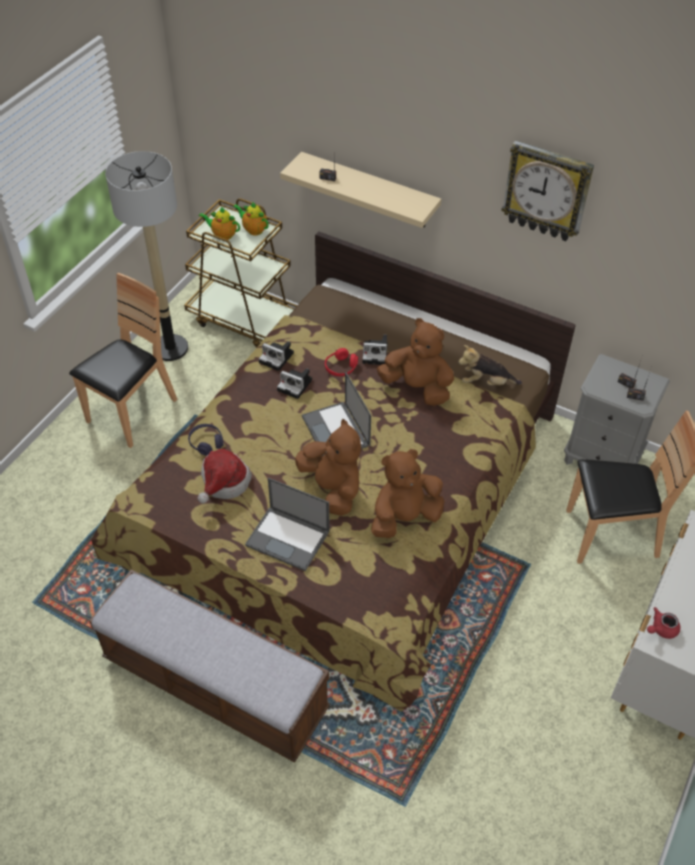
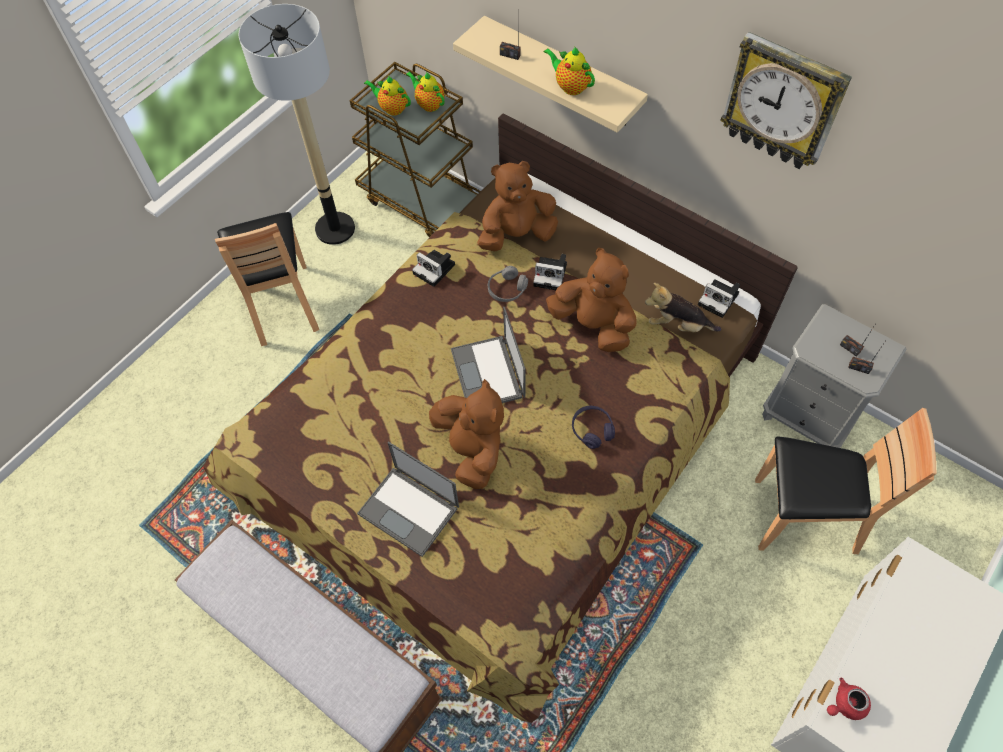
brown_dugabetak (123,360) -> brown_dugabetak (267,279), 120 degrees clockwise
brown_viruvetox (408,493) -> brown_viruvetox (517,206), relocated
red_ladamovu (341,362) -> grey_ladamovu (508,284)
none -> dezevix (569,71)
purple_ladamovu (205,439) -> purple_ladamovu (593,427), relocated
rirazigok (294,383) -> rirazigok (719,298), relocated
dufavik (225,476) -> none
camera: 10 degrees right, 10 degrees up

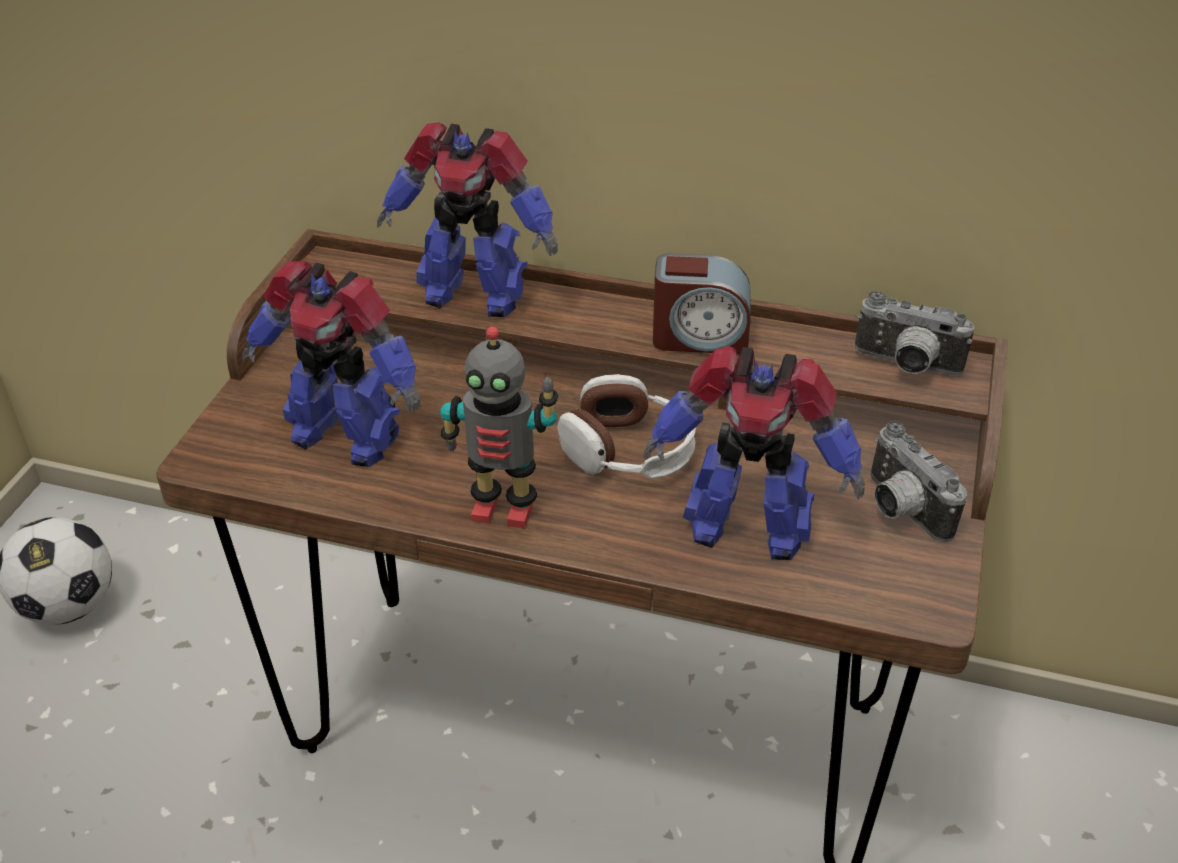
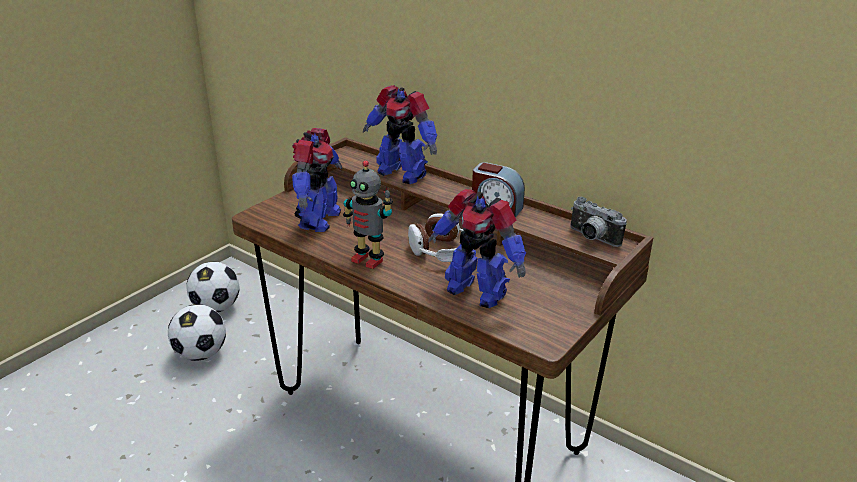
none -> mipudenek (197,332)
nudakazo (331,363) -> nudakazo (317,180), 120 degrees counterclockwise
rirazigok (918,482) -> none
camera: 20 degrees right, 10 degrees down

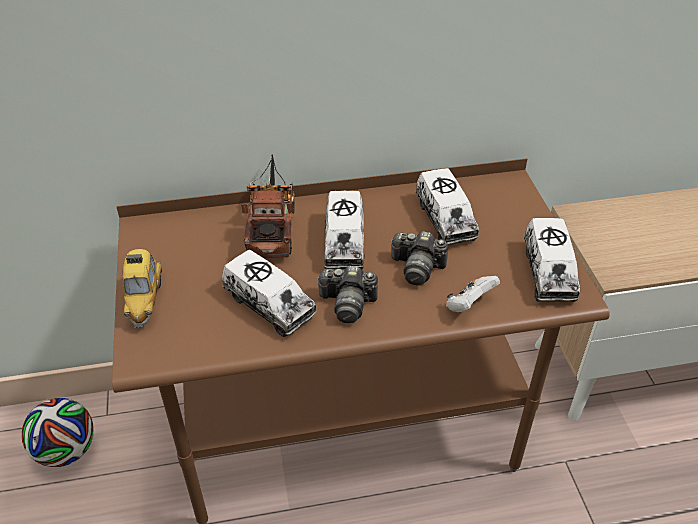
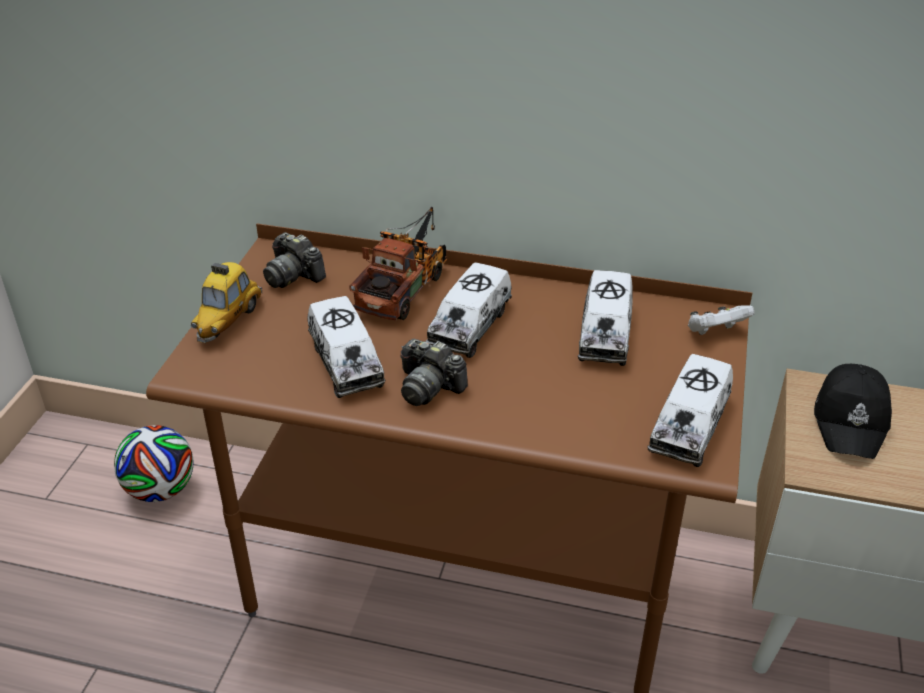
rirazigok (419,258) -> rirazigok (294,260), relocated
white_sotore (473,294) -> white_sotore (721,320), relocated
none -> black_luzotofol (853,411)
camera: 25 degrees right, 5 degrees down

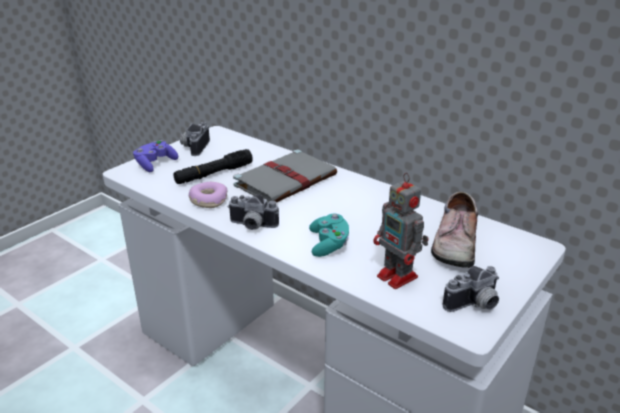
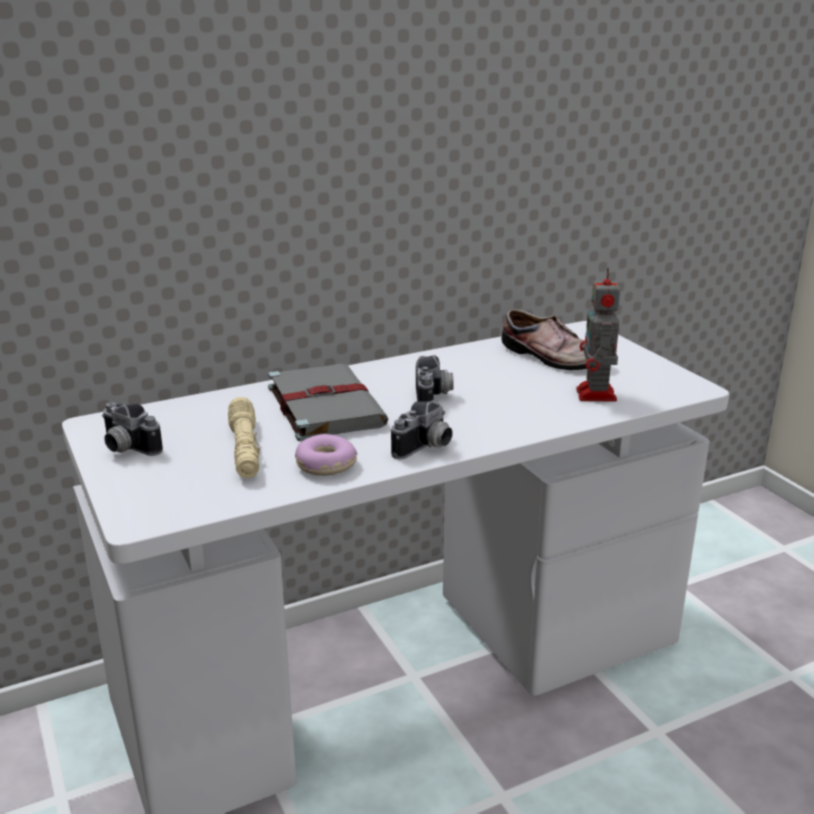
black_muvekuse (213,166) -> beige_muvekuse (244,437)
rirazigok (471,289) -> rirazigok (435,378), relocated
nudakazo (401,231) -> nudakazo (598,334), 105 degrees clockwise
purple_sotore (155,156) -> none
turquoise_sotore (329,235) -> none
camera: 65 degrees left, 5 degrees down

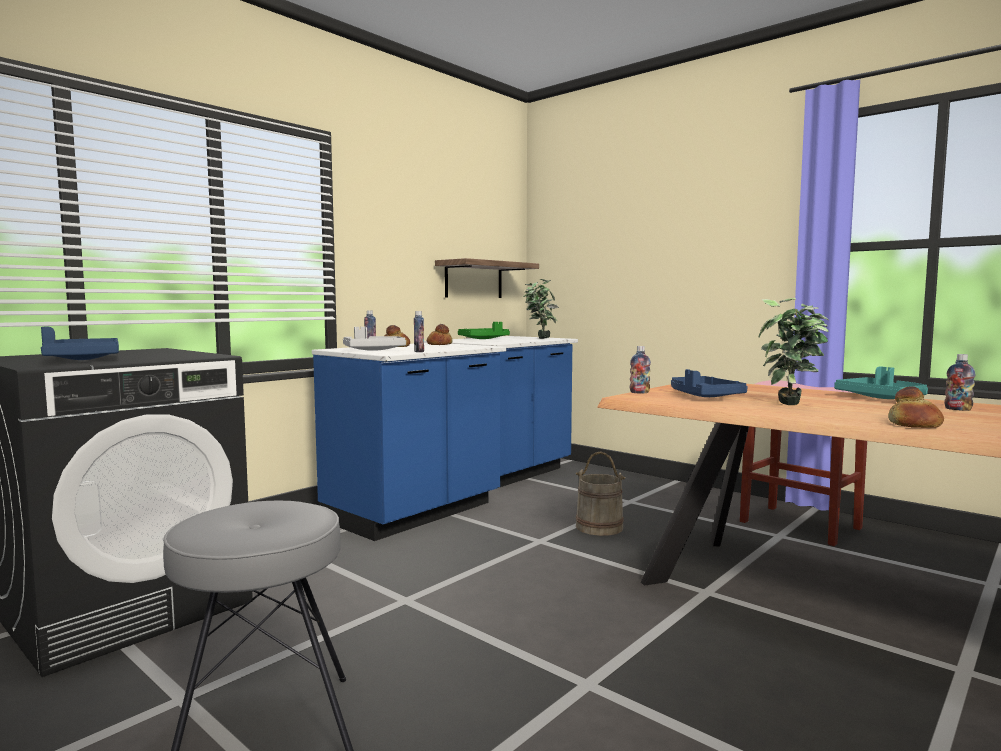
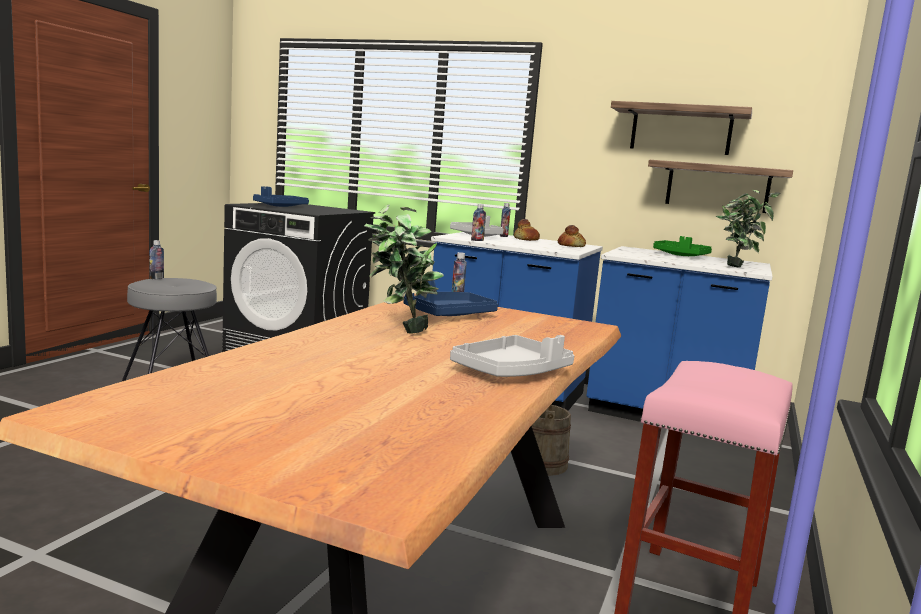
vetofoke (959,382) -> vetofoke (157,259), relocated
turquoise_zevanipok (881,383) -> grey_zevanipok (512,356)
none -> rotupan (681,128)
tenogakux (916,407) -> none
camera: 70 degrees right, 5 degrees up

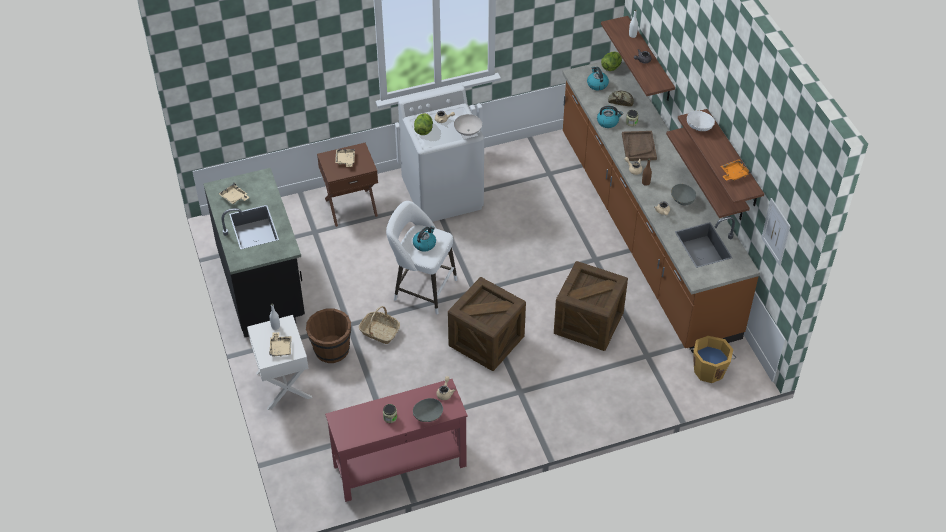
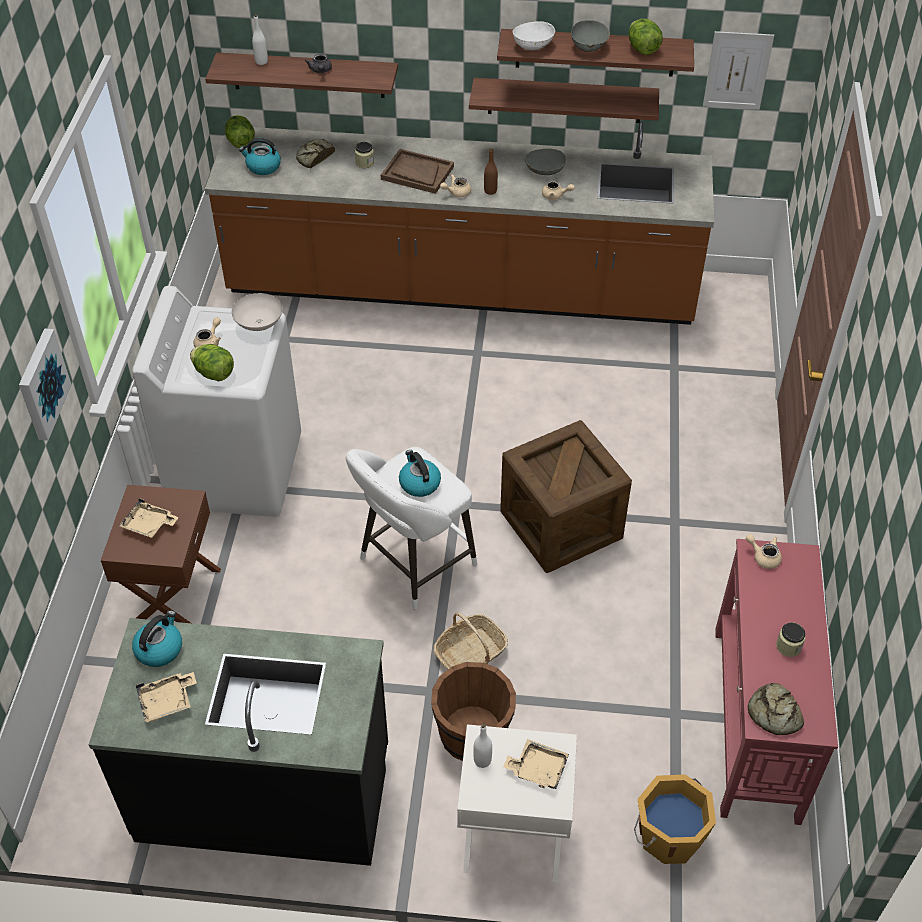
none -> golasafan (45,384)
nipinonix (610,117) -> nipinonix (157,639), relocated
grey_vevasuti (428,410) -> grey_vevasuti (590,36), relocated
orange_zevanipok (736,170) -> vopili (646,37)
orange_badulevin (712,359) -> orange_badulevin (675,819), relocated
none -> tenogakux (776,709)
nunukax (591,306) -> none
camera: 65 degrees left, 0 degrees up

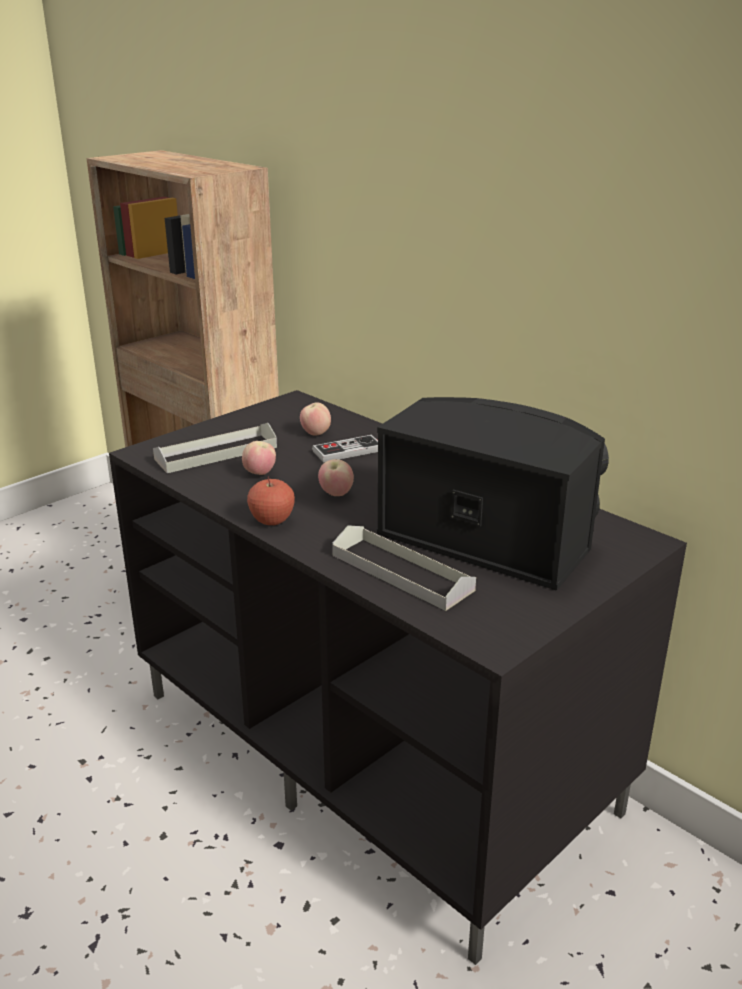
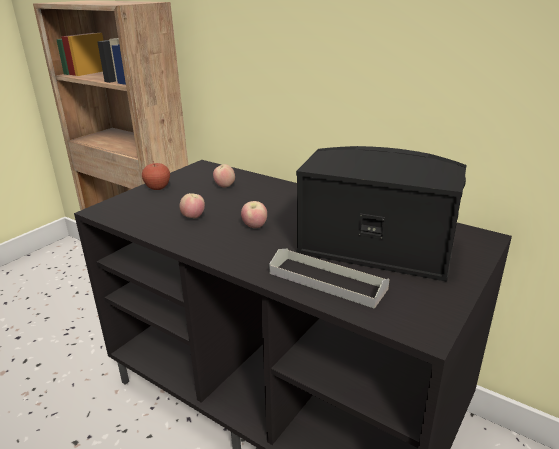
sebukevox (271,501) -> sebukevox (156,176), relocated
grey_zevanipok (215,448) -> none
sotore (345,448) -> none
camera: 10 degrees left, 0 degrees up

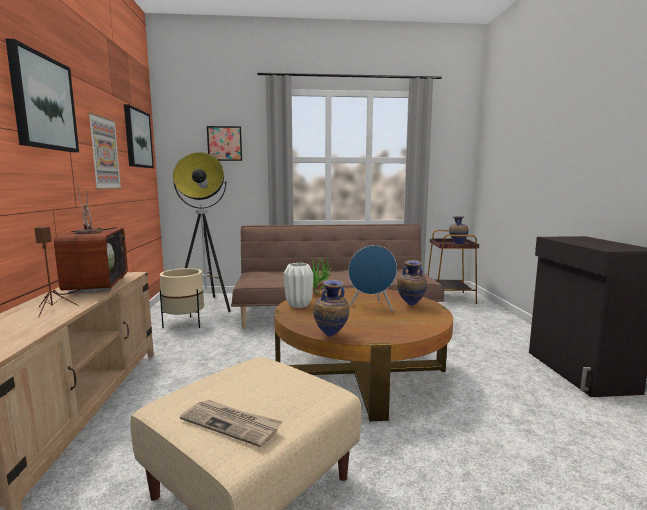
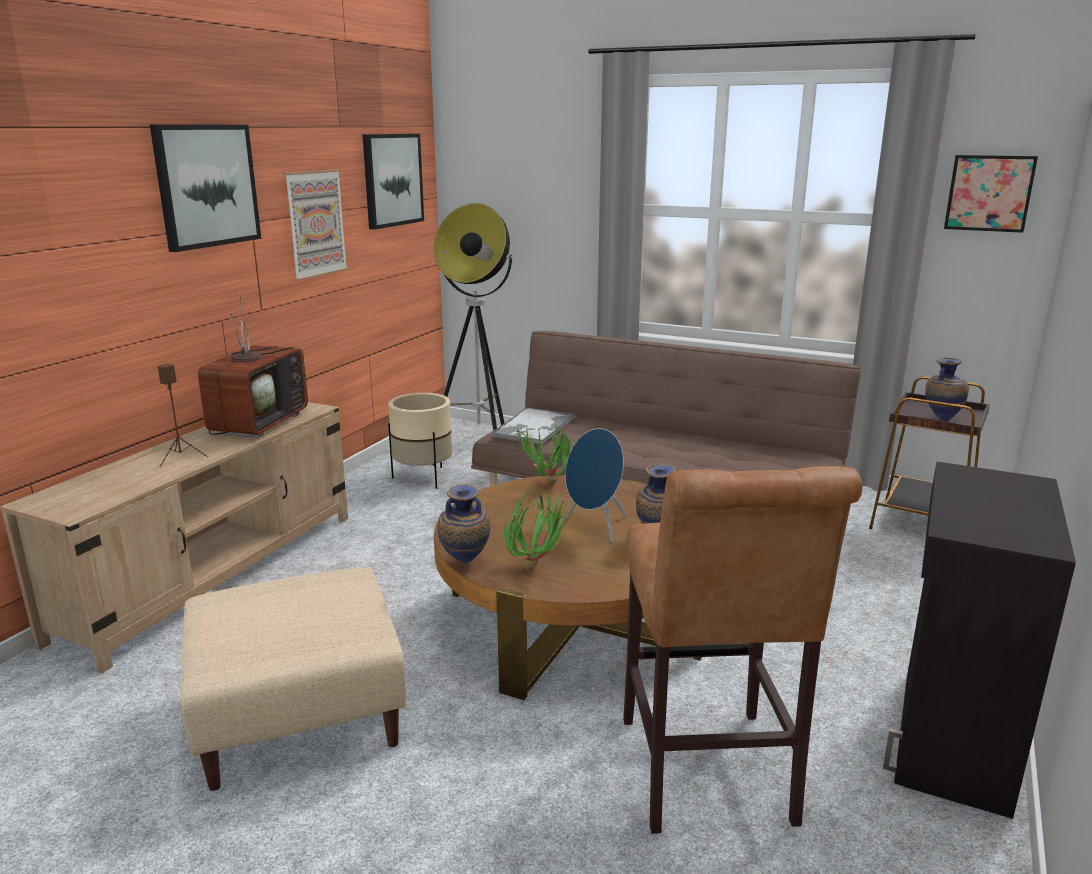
none -> zevanipok (533,426)
none -> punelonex (536,529)
none -> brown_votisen (743,650)
golasafan (224,143) -> golasafan (991,194), relocated
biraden (231,423) -> none
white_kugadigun (298,285) -> none
camera: 30 degrees right, 10 degrees up

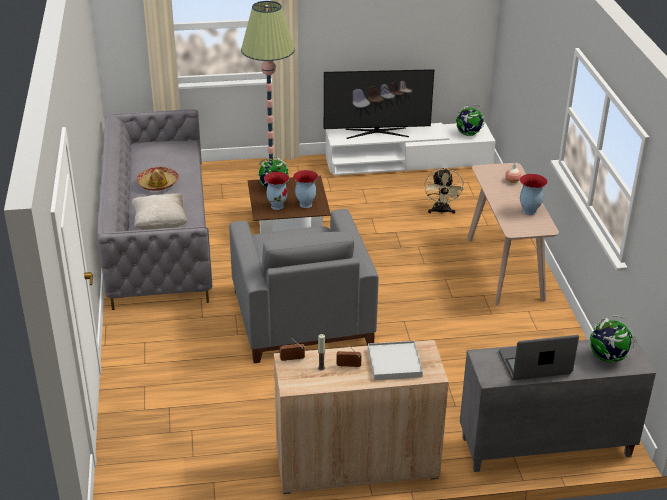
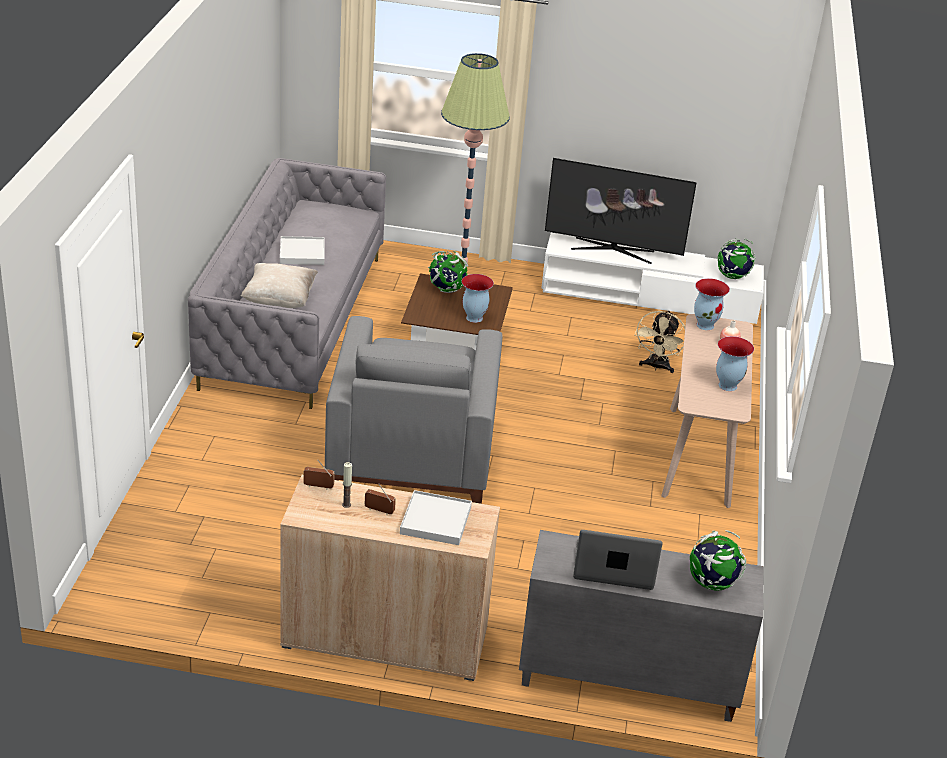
dufavik (158,179) -> white_zevanipok (302,250)
kugadigun (276,191) -> kugadigun (712,304), relocated
camera: 15 degrees right, 0 degrees up

